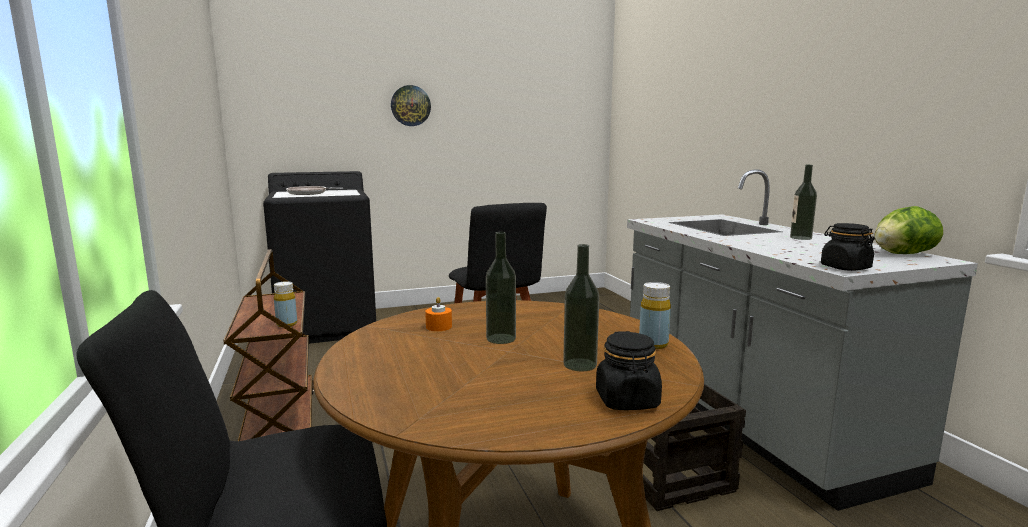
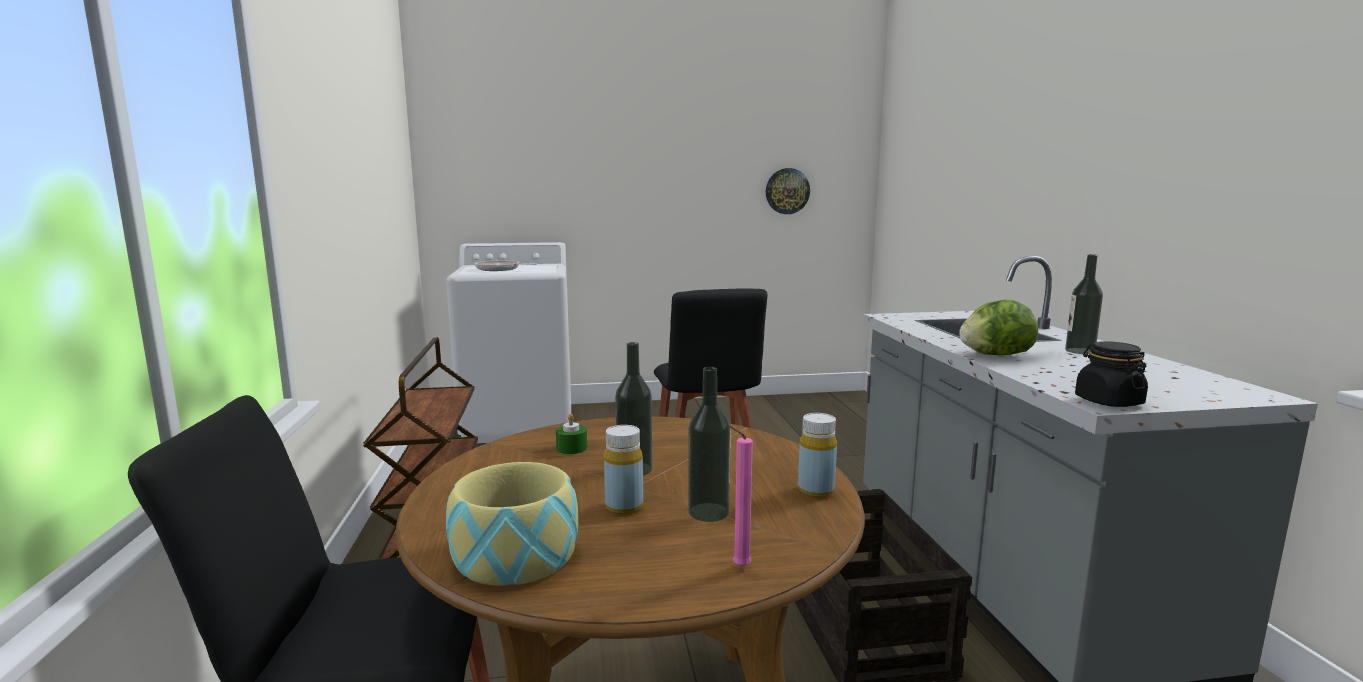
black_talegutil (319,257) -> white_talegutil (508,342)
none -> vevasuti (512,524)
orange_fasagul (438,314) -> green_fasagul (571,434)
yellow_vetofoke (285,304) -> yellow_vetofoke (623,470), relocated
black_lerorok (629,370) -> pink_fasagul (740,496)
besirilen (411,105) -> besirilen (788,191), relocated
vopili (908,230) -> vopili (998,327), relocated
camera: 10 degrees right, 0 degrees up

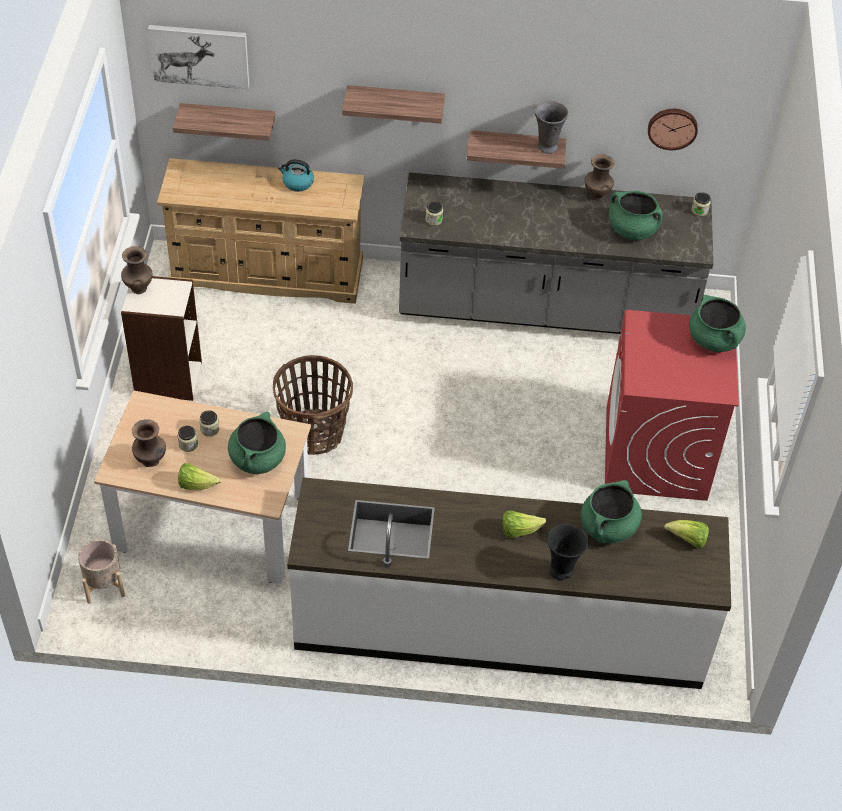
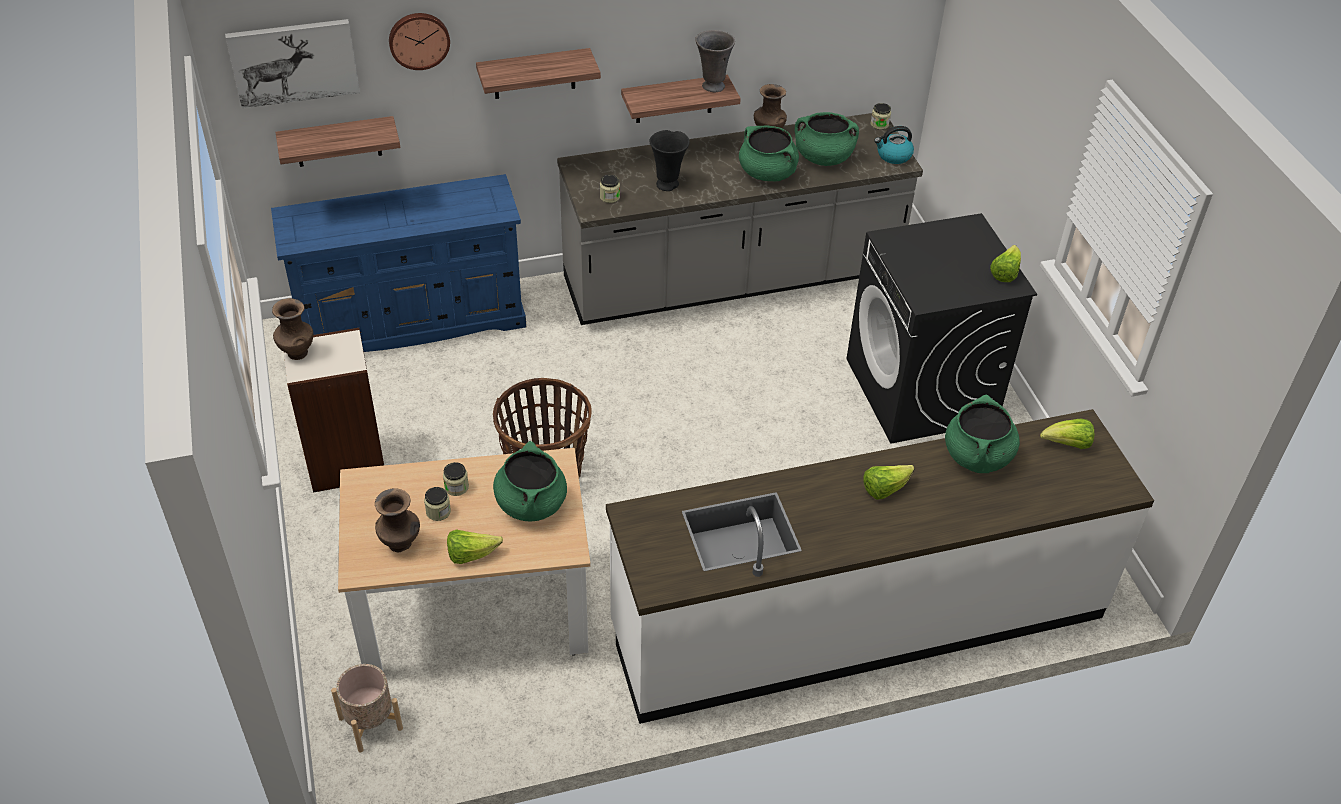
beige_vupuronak (260,231) -> blue_vupuronak (398,263)
besirilen (673,129) -> besirilen (419,41), relocated
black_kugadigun (568,552) -> black_kugadigun (669,160), relocated
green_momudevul (717,323) -> green_momudevul (769,153), relocated
red_talegutil (672,405) -> black_talegutil (941,328)
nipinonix (296,175) -> nipinonix (894,145), relocated
none -> vopili (1005,263)
camera: 20 degrees left, 5 degrees down

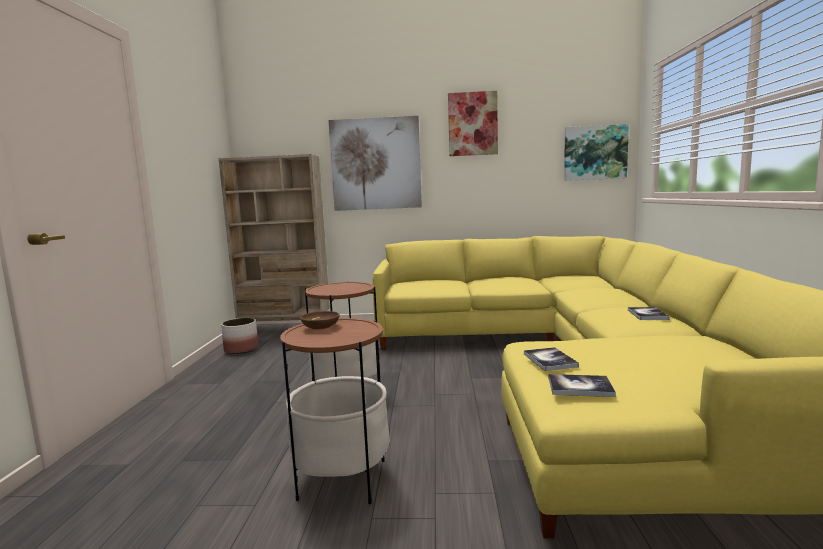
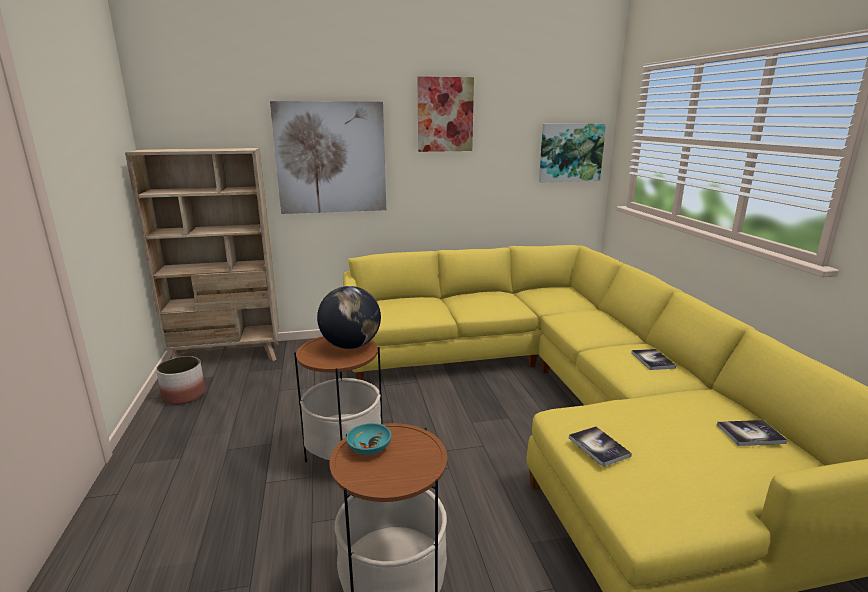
none -> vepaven (349,317)
brown_vevasuti (320,320) -> turquoise_vevasuti (368,439)
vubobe (582,385) -> vubobe (752,433), relocated
camera: 15 degrees left, 10 degrees up

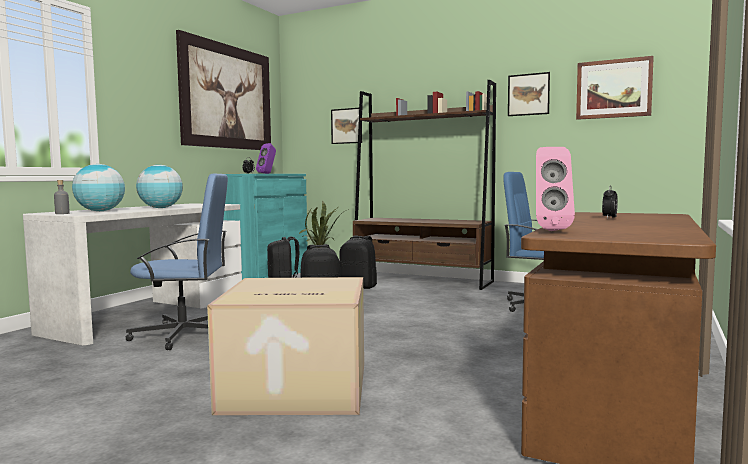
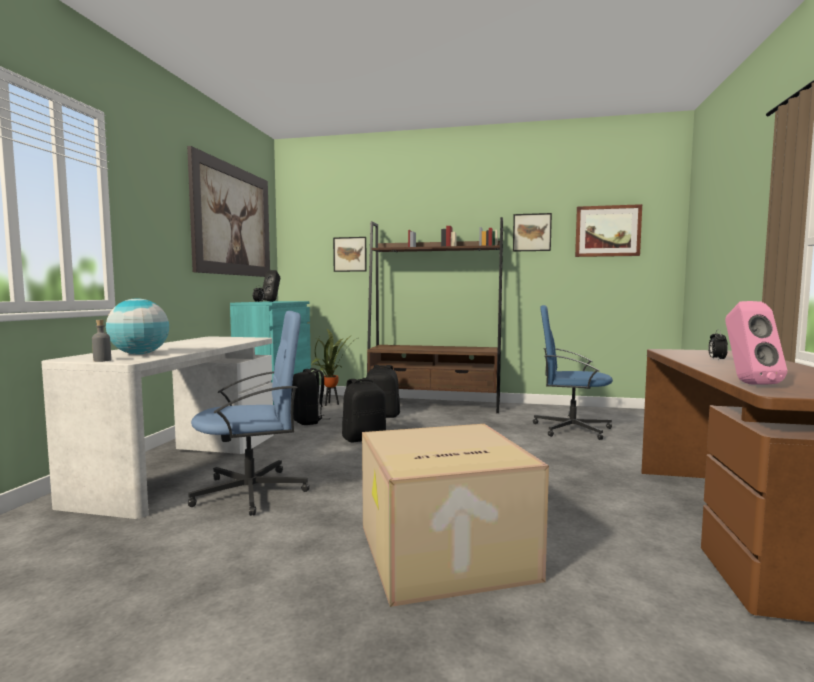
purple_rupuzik (266,158) -> black_rupuzik (271,286)
vepaven (159,186) -> none
camera: 15 degrees left, 0 degrees up

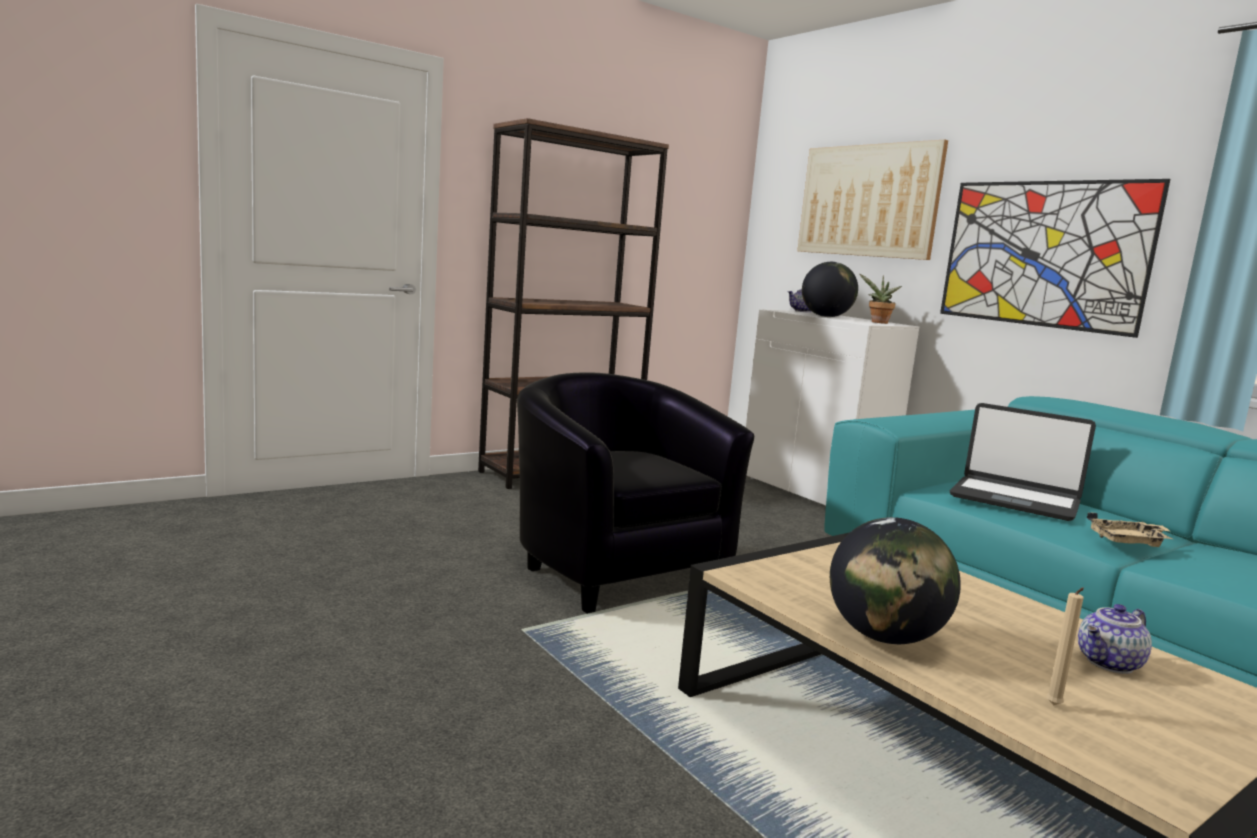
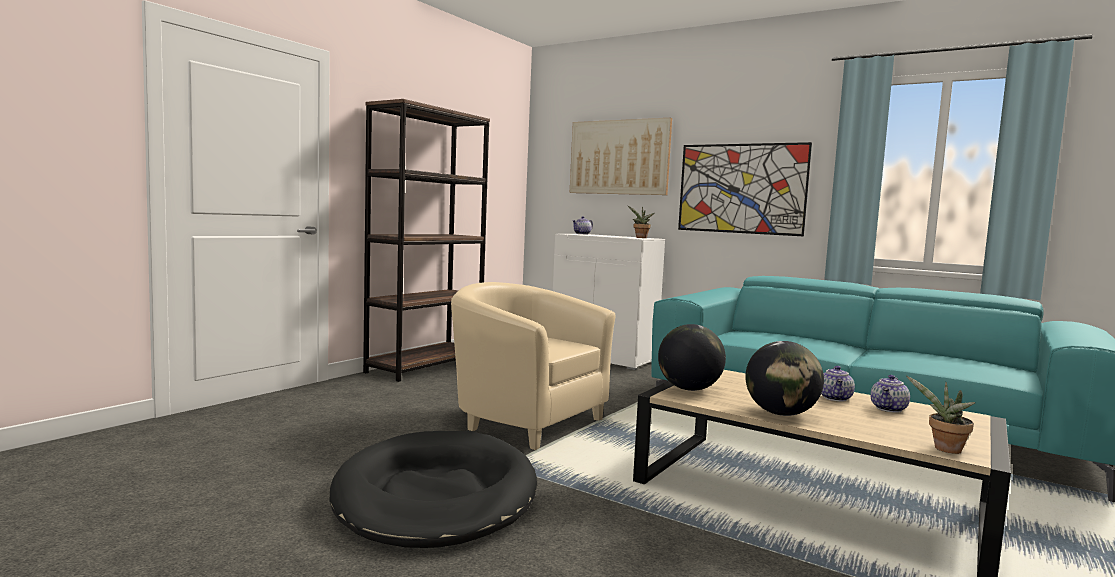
none -> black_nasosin (433,489)
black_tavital (635,493) -> beige_tavital (533,366)
vepaven (830,289) -> vepaven (692,357), relocated
none -> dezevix (838,384)
none -> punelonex (941,415)
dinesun (1022,462) -> none
beige_fasagul (1065,646) -> none
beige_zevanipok (1129,529) -> none
camera: 20 degrees left, 5 degrees down

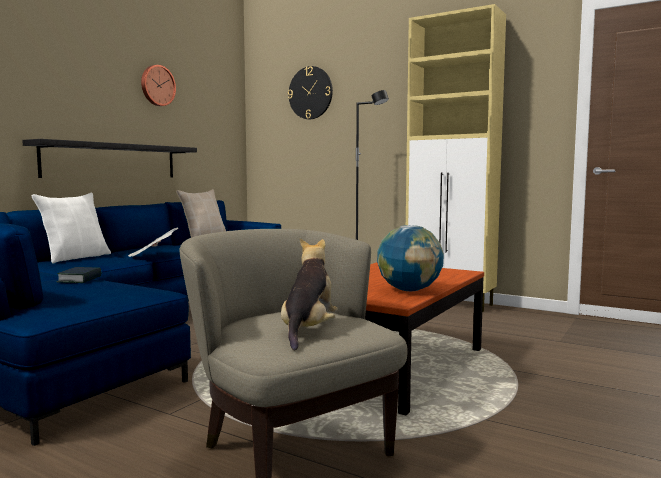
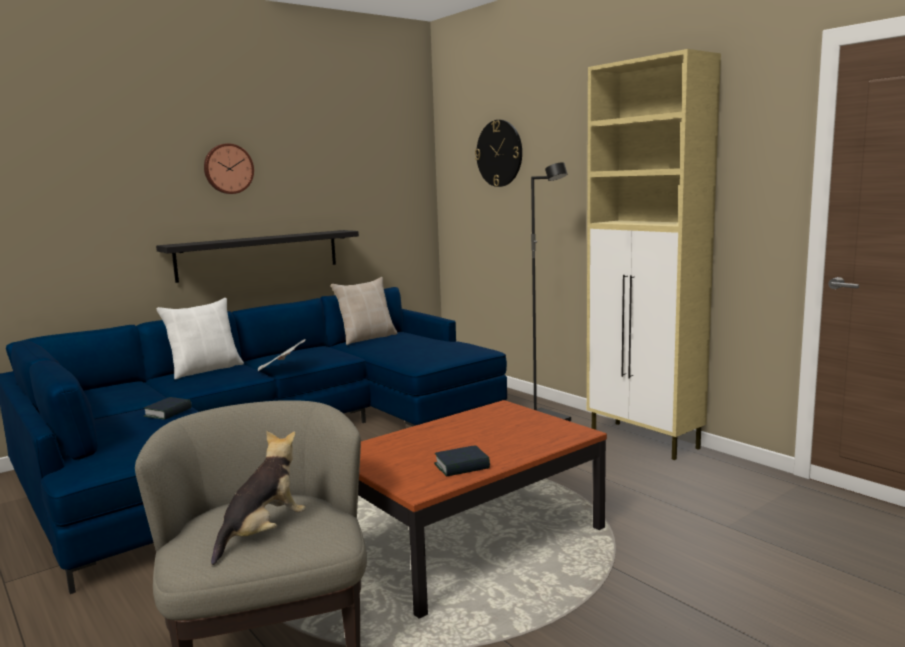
besirilen (158,85) -> besirilen (229,168), relocated
vepaven (410,258) -> vubobe (462,461)
camera: 20 degrees right, 5 degrees up

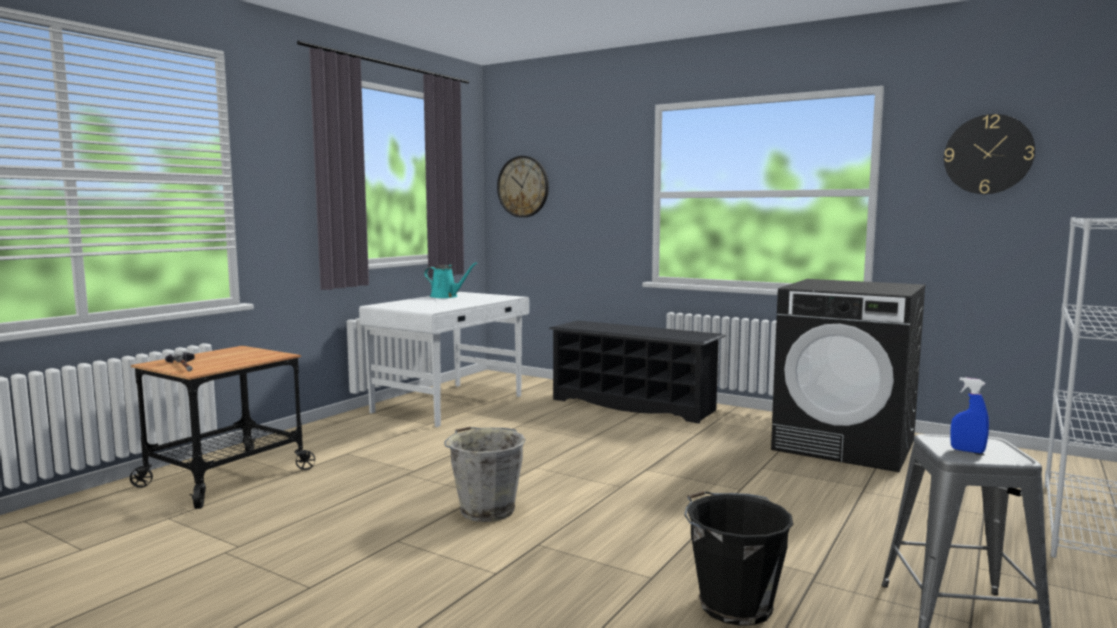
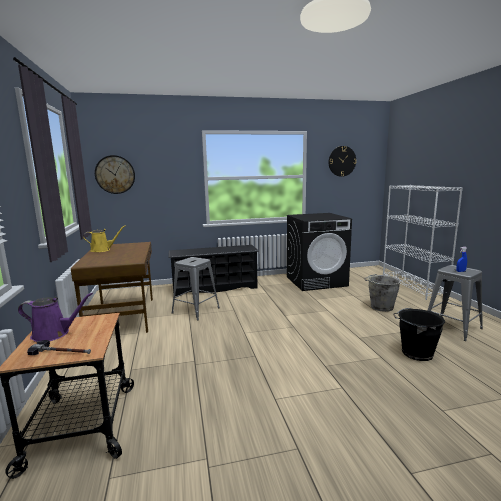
none -> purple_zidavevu (55,317)
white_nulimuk (444,359) -> brown_nulimuk (112,287)
turquoise_zidavevu (450,280) -> yellow_zidavevu (104,238)
none -> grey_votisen (196,289)
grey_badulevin (485,474) -> grey_badulevin (382,293), relocated
camera: 45 degrees left, 5 degrees up

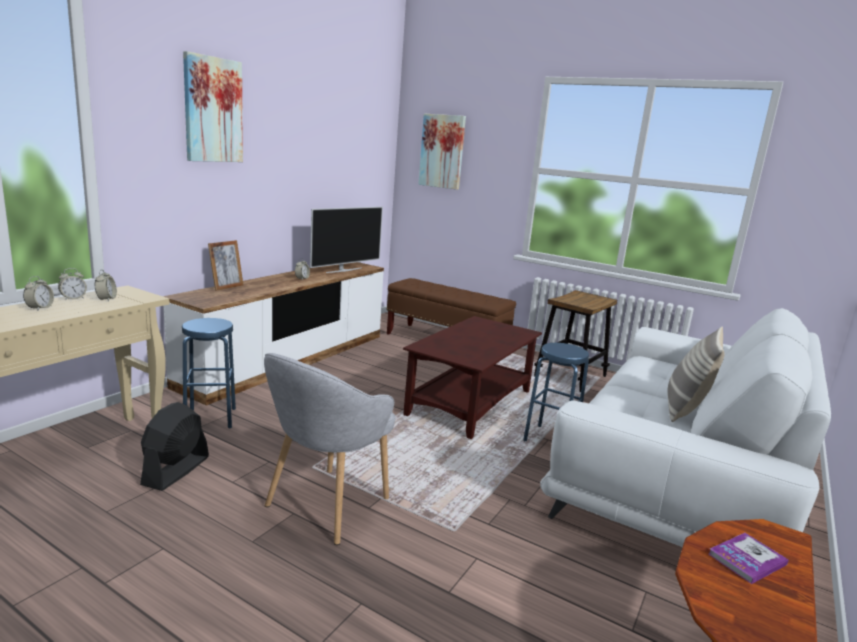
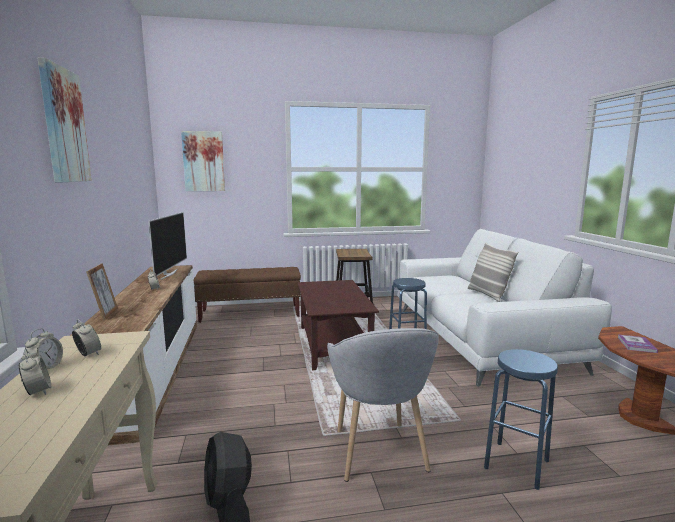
blue_votisen (209,373) -> blue_votisen (521,419), relocated
camera: 40 degrees left, 5 degrees down

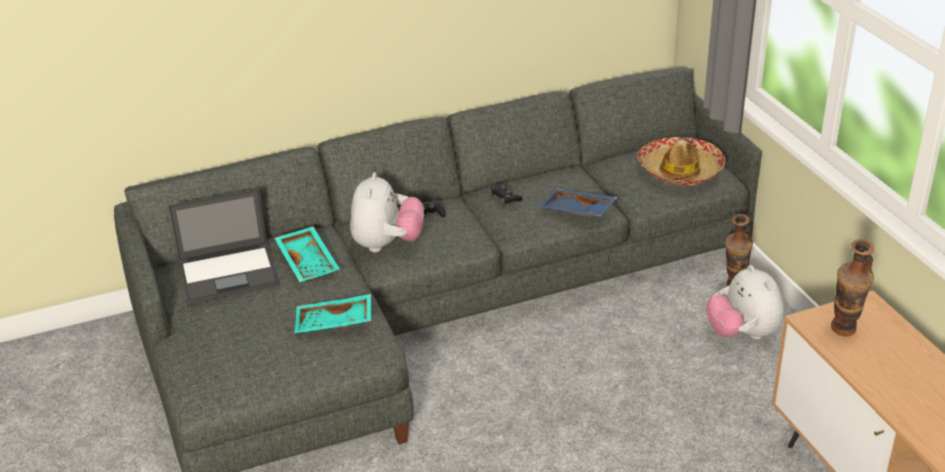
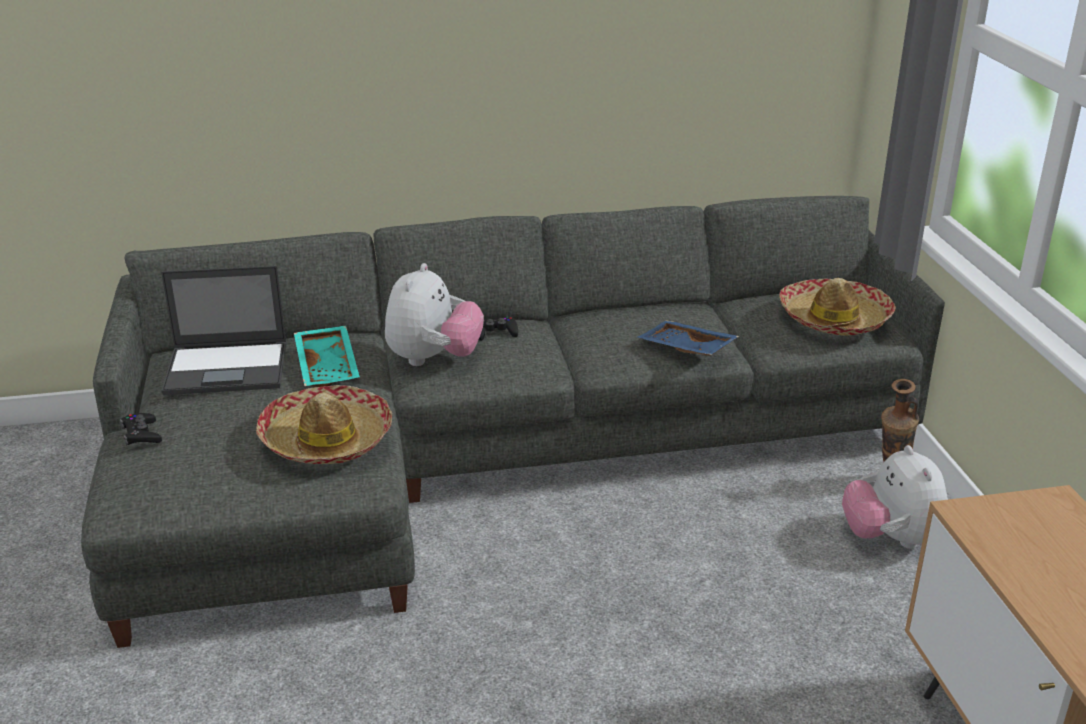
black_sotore (505,194) -> black_sotore (141,429), relocated
turquoise_zevanipok (332,313) -> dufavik (324,424)
kugadigun (852,287) -> none
camera: 10 degrees right, 5 degrees down

